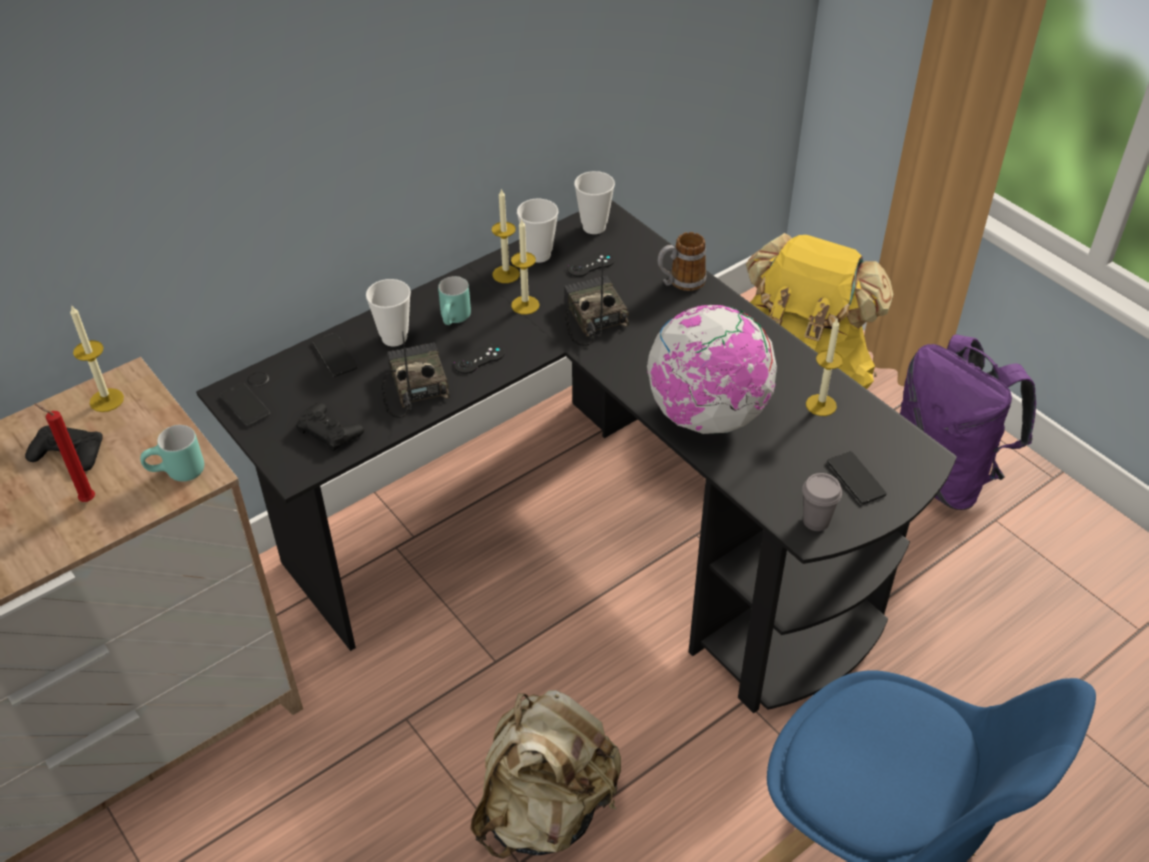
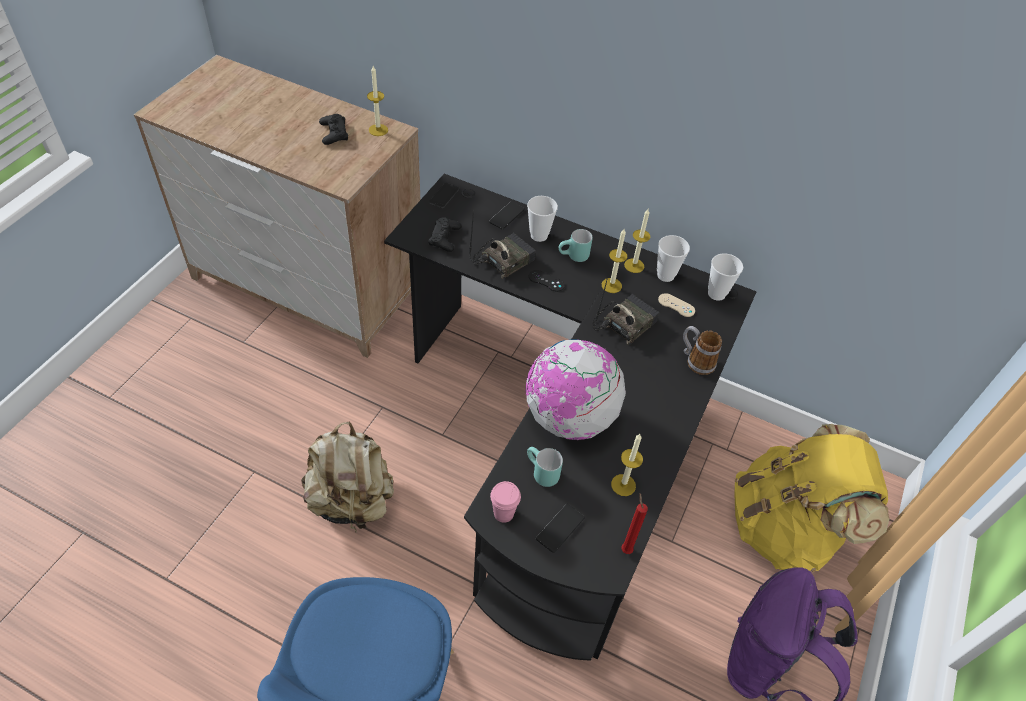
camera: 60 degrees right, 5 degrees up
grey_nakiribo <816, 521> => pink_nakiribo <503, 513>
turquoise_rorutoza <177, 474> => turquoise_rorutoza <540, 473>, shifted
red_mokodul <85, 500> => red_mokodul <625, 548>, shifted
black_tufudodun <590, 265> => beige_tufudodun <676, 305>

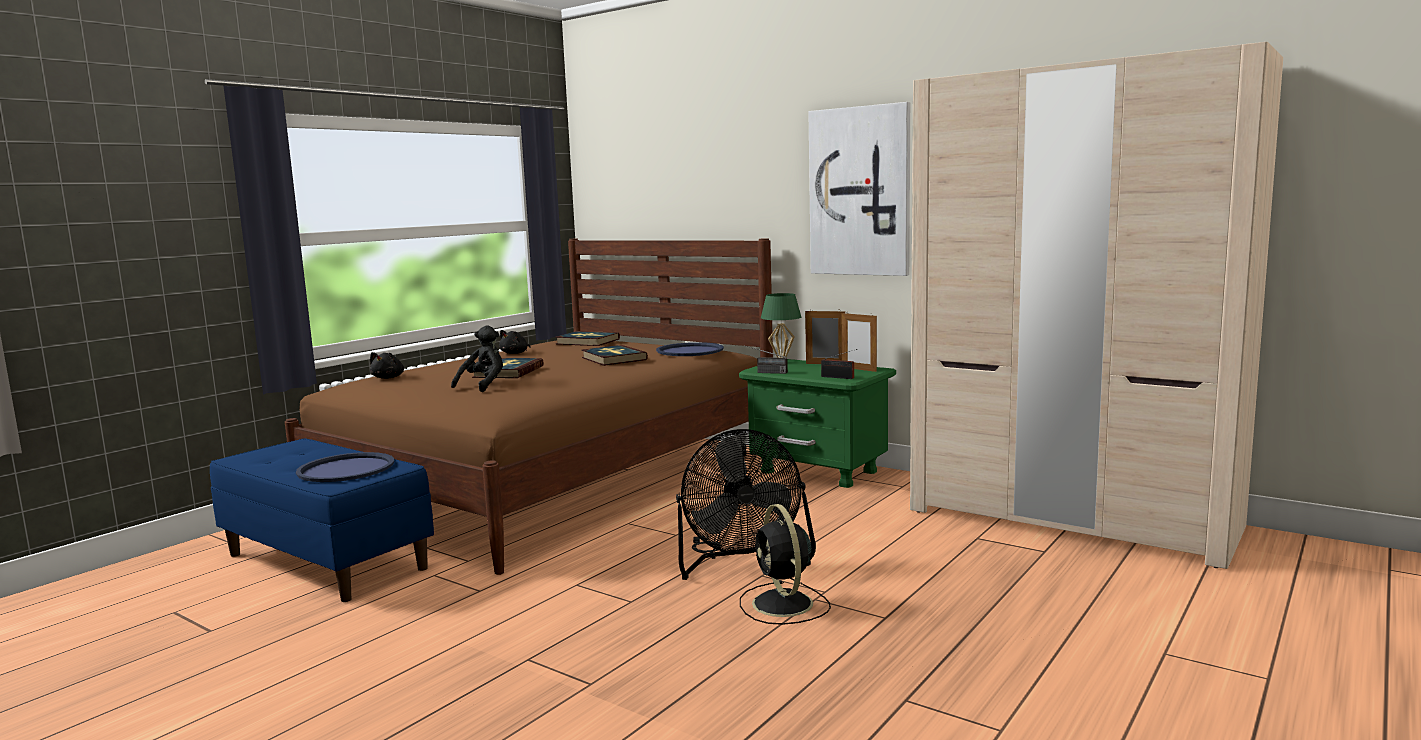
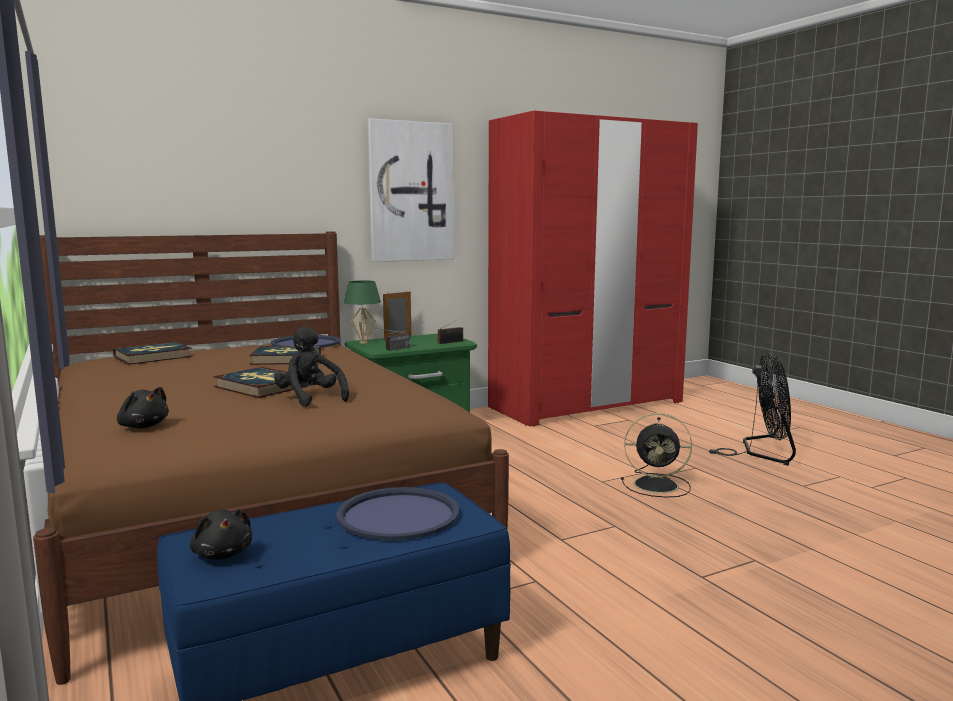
camera: 65 degrees left, 0 degrees up
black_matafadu <515, 353> => black_matafadu <222, 554>, shifted
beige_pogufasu <1070, 518> => red_pogufasu <586, 405>
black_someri <736, 562> => black_someri <760, 450>, shifted
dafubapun <859, 369> => nothing

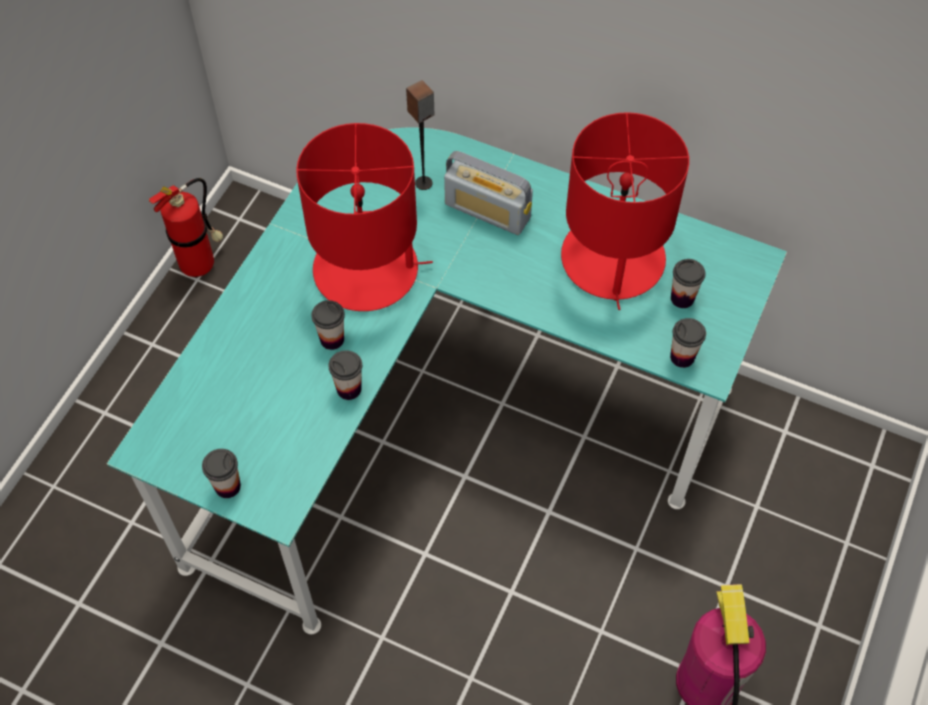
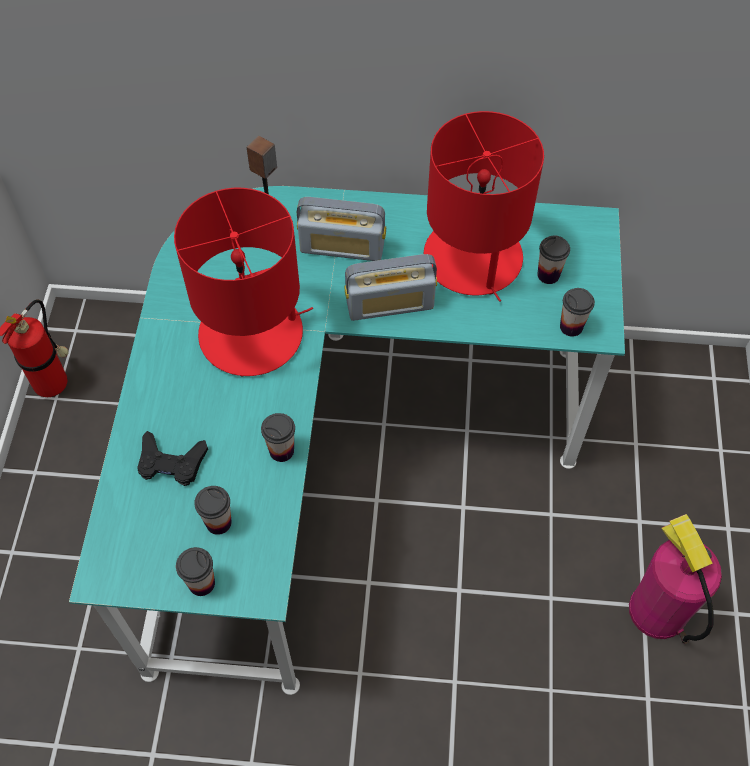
camera: 20 degrees left, 0 degrees up
nothing => black_tufudodun <171, 462>
nakiribo <332, 339> => nakiribo <218, 522>, shifted
nothing => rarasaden <390, 304>

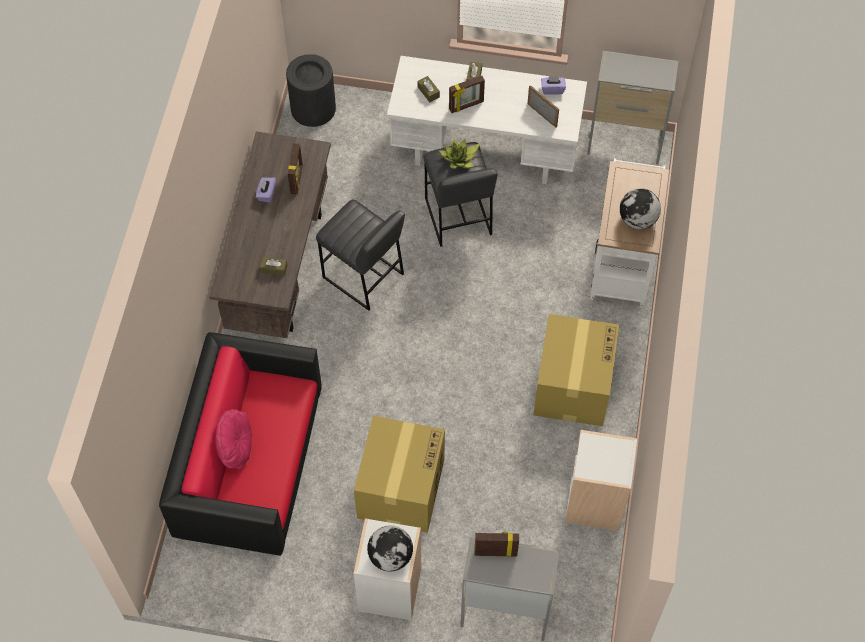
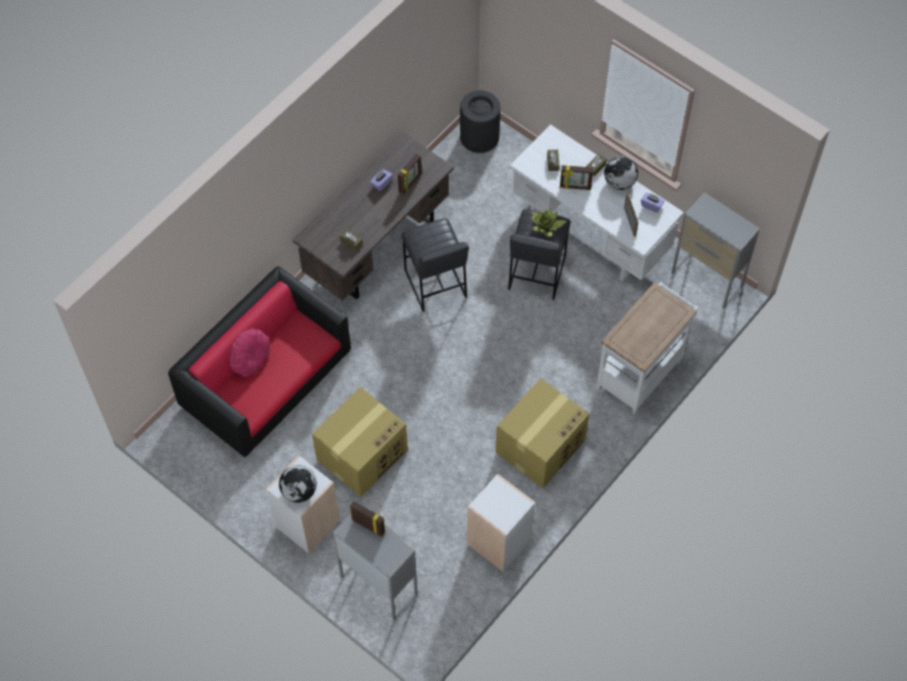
camera: 30 degrees right, 0 degrees up
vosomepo <637, 220> => vosomepo <619, 182>, shifted

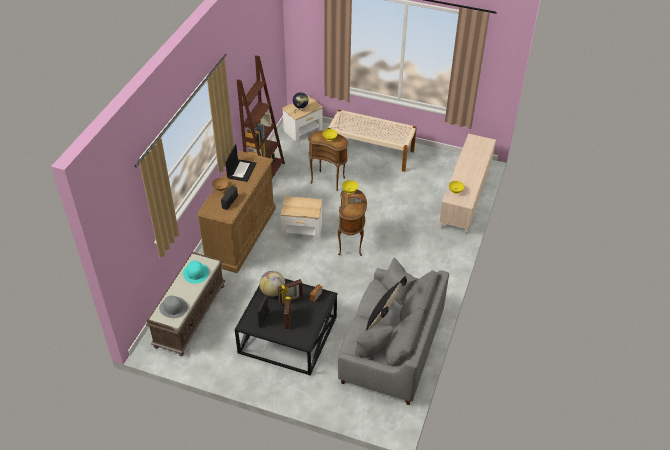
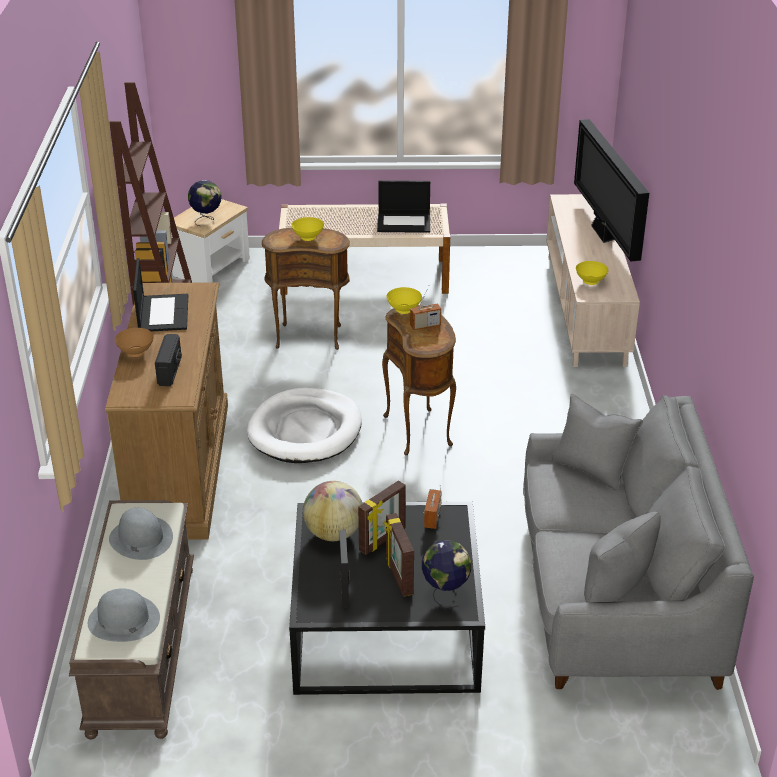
camera: 20 degrees left, 10 degrees down
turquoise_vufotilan <195, 273> => grey_vufotilan <140, 538>
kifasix <302, 230> => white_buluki <305, 430>
nothing => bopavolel <404, 223>
nothing => vosomepo <445, 593>
nothing => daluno <603, 235>
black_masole <384, 324> => nothing

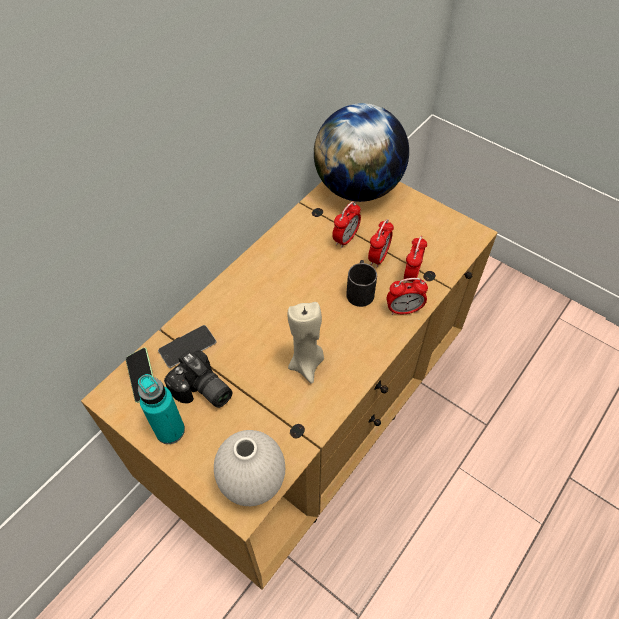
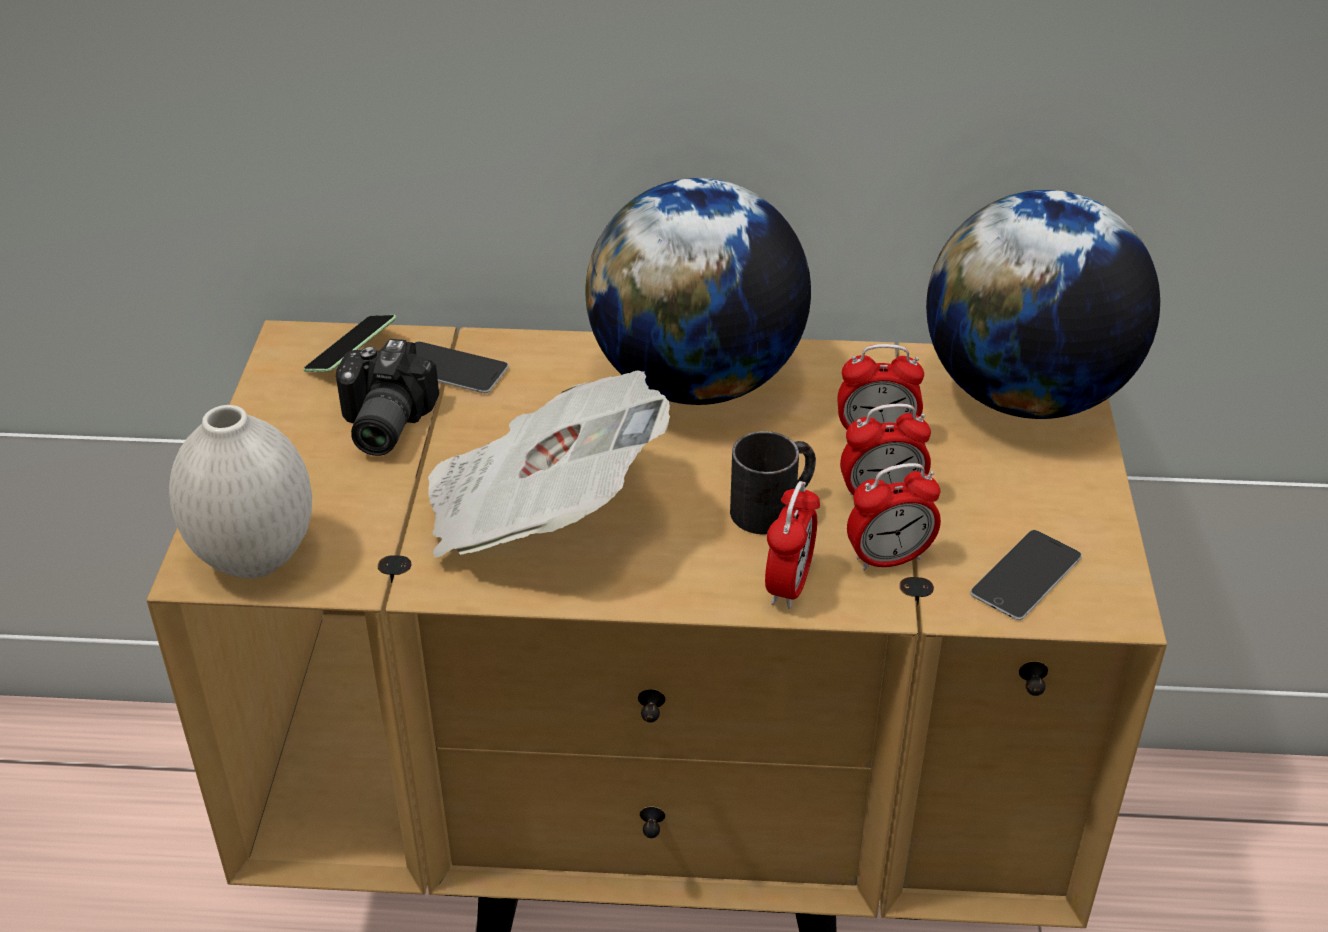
camera: 55 degrees right, 15 degrees down
beige_mokodul <306, 364> => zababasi <540, 514>
nothing => vosomepo <697, 381>
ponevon <404, 310> => ponevon <789, 585>, 120 degrees counterclockwise
nothing => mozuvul <1026, 575>
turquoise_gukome <170, 430> => nothing

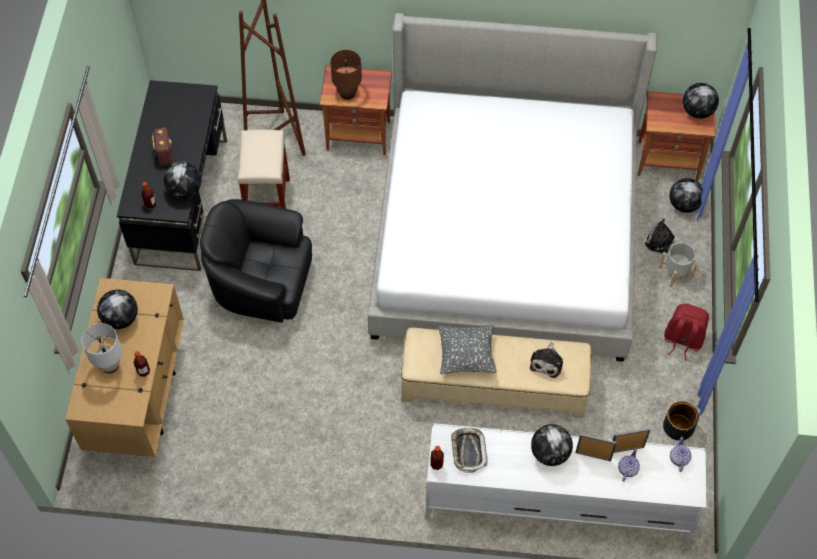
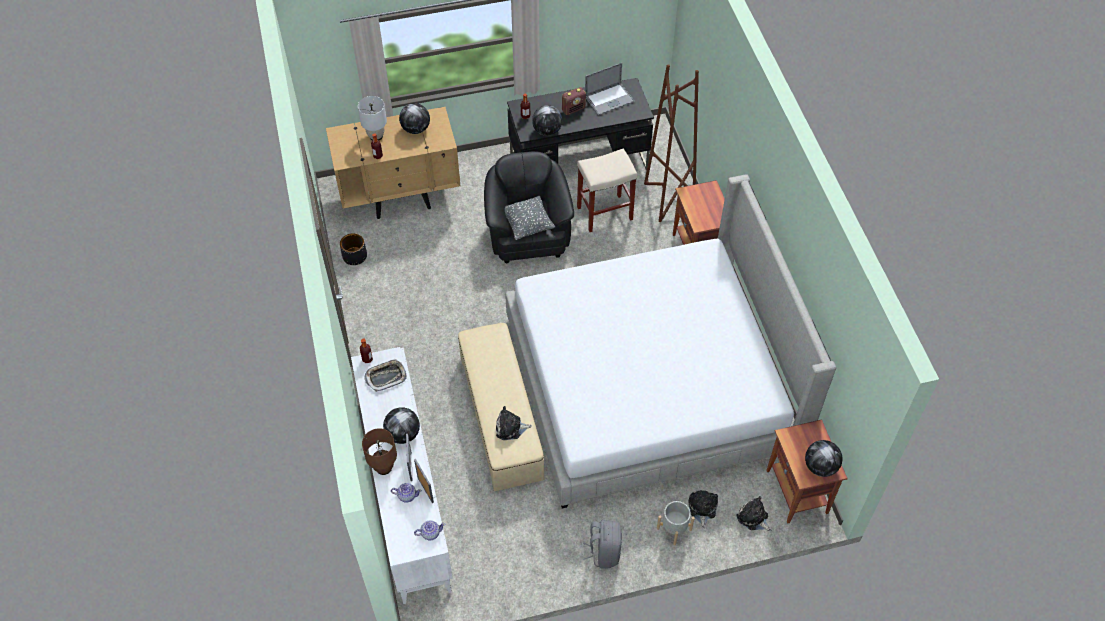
camera: 70 degrees right, 5 degrees down
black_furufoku <678, 427> => black_furufoku <354, 256>, shifted
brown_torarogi <347, 93> => brown_torarogi <383, 468>, shifted
grey_masole <466, 356> => grey_masole <527, 225>, shifted
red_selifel <682, 340> => grey_selifel <604, 552>
nothing => bopavolel <609, 99>
vosomepo <684, 205> => matafadu <753, 518>

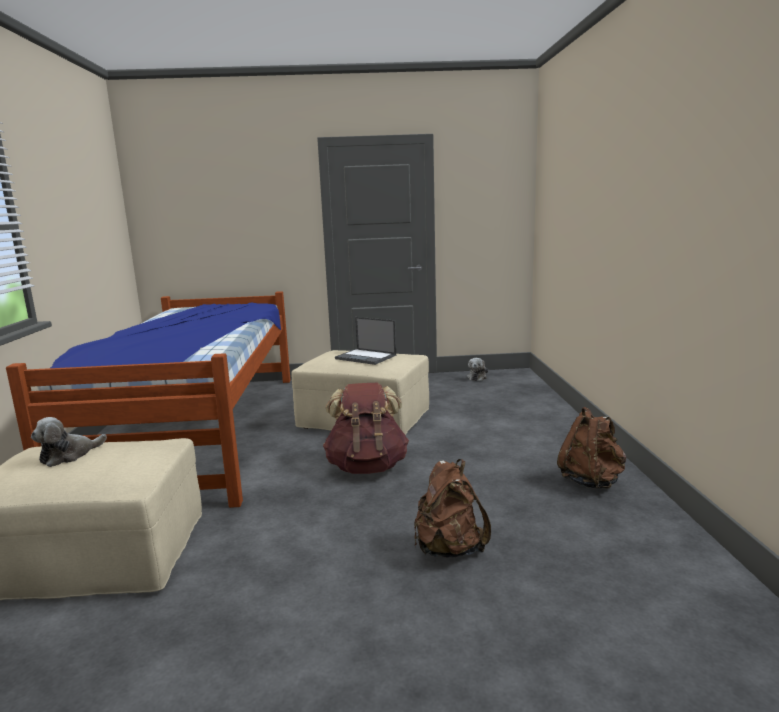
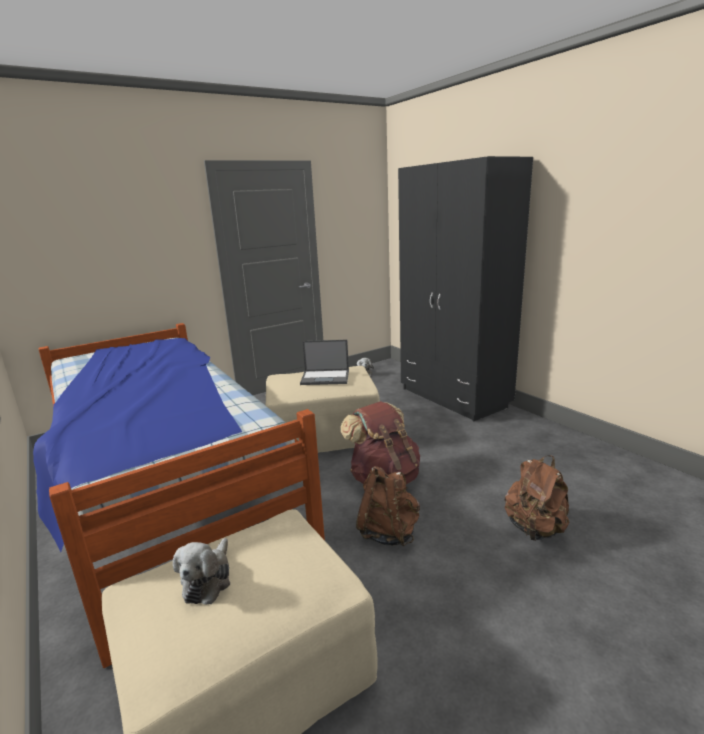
camera: 30 degrees left, 5 degrees up
brown_selifel <591, 481> => brown_selifel <388, 532>, shifted
nothing => black_pogufasu <454, 398>

